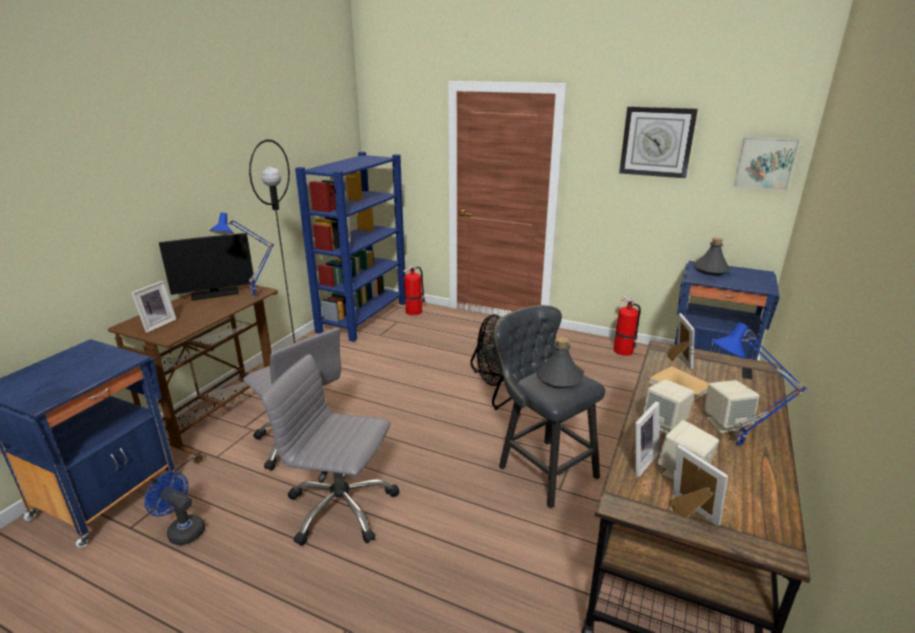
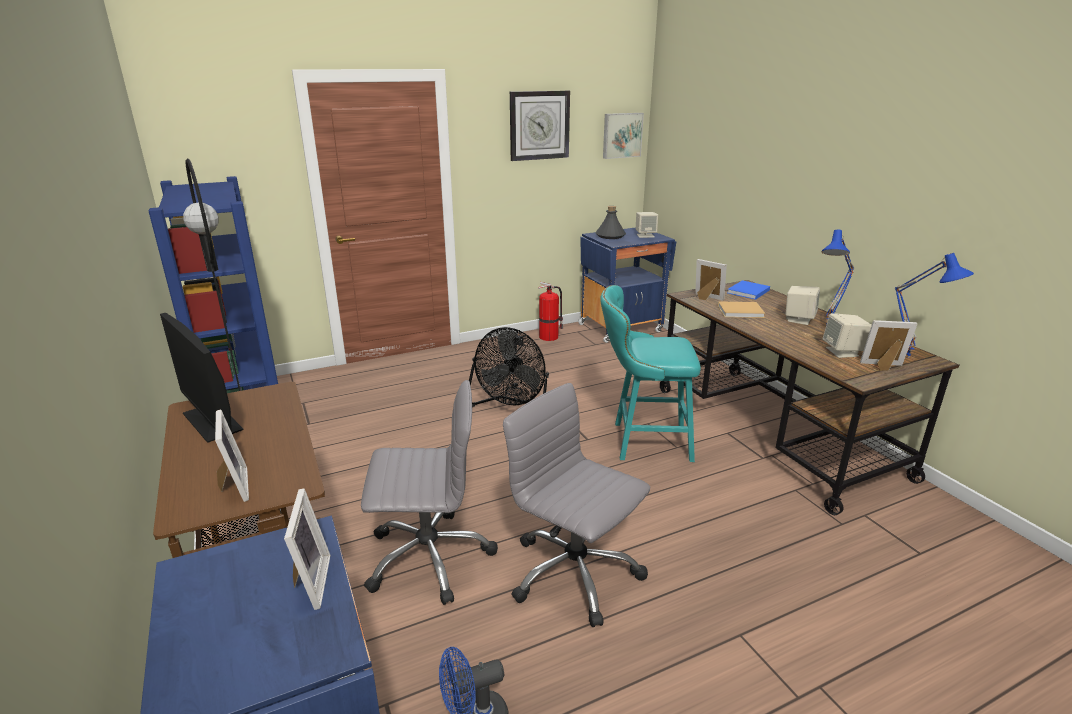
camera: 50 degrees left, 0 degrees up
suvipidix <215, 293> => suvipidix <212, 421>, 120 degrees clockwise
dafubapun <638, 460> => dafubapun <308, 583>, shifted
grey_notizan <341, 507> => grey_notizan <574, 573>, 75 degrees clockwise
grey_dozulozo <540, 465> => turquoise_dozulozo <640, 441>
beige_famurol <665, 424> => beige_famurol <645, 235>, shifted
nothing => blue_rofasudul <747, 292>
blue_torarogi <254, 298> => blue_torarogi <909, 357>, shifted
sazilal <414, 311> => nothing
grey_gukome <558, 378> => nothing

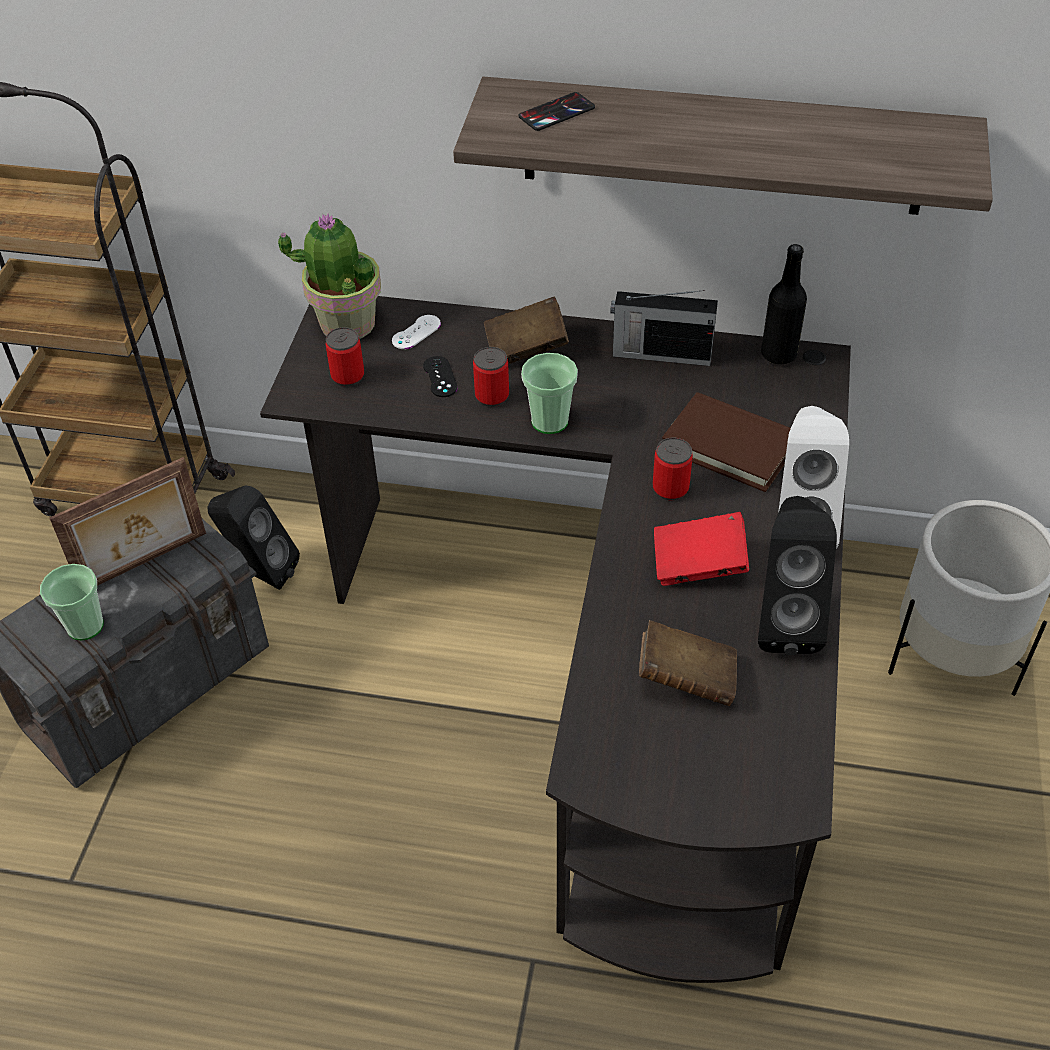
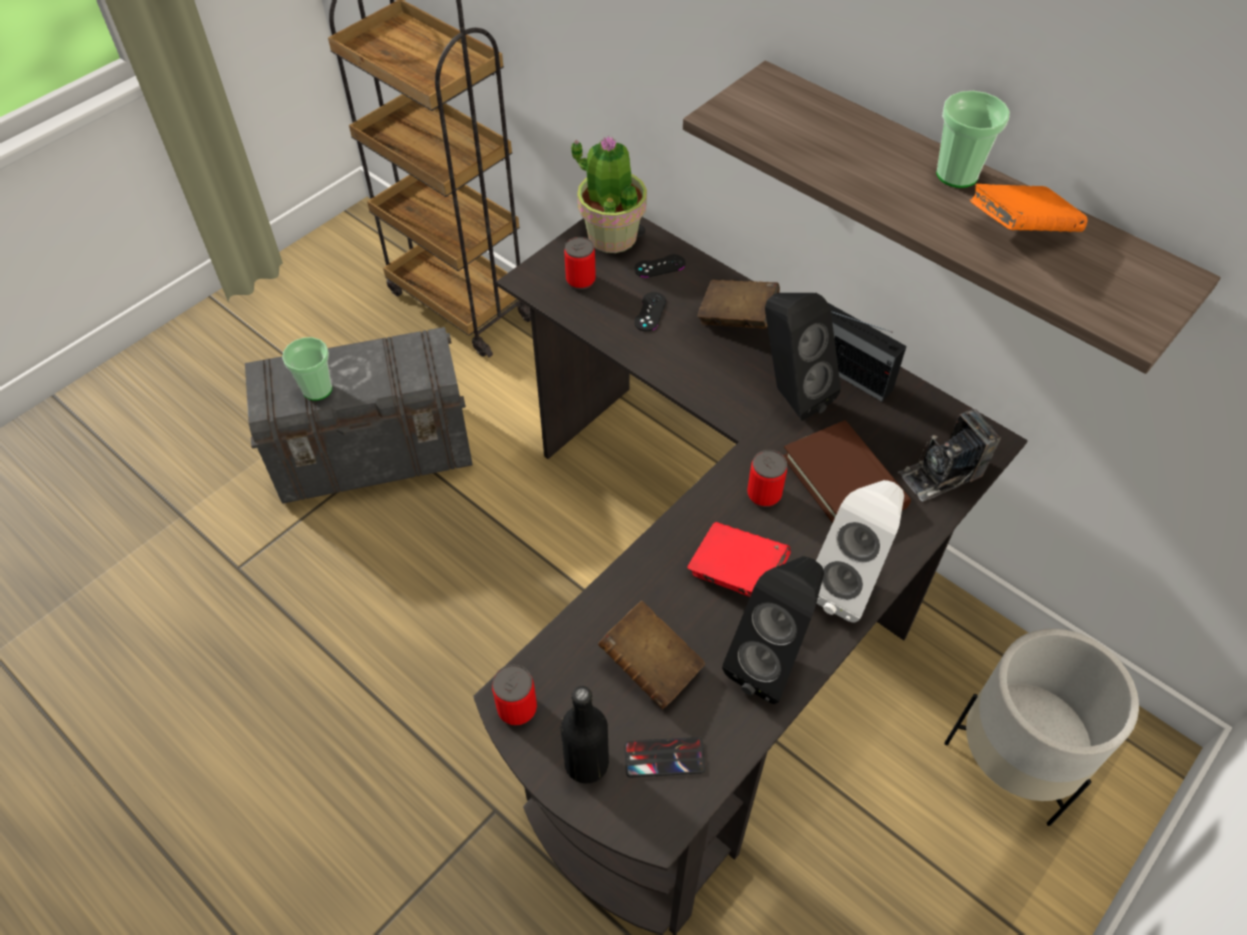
camera: 30 degrees right, 5 degrees up
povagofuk <492, 396> => povagofuk <517, 708>, shifted
black_gukome <778, 354> => black_gukome <586, 763>, shifted
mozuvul <556, 112> => mozuvul <664, 757>, shifted
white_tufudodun <416, 332> => black_tufudodun <659, 266>
black_famurol <260, 572> => black_famurol <789, 394>, shifted
nothing => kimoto <941, 474>
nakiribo <549, 421> => nakiribo <957, 174>, shifted
nothing => orange_rofasudul <1020, 230>
dafubapun <145, 563> => nothing

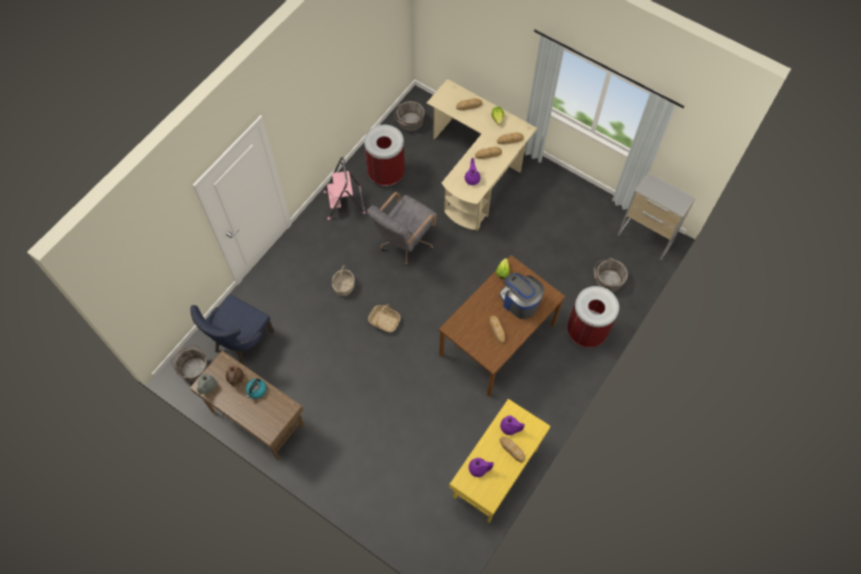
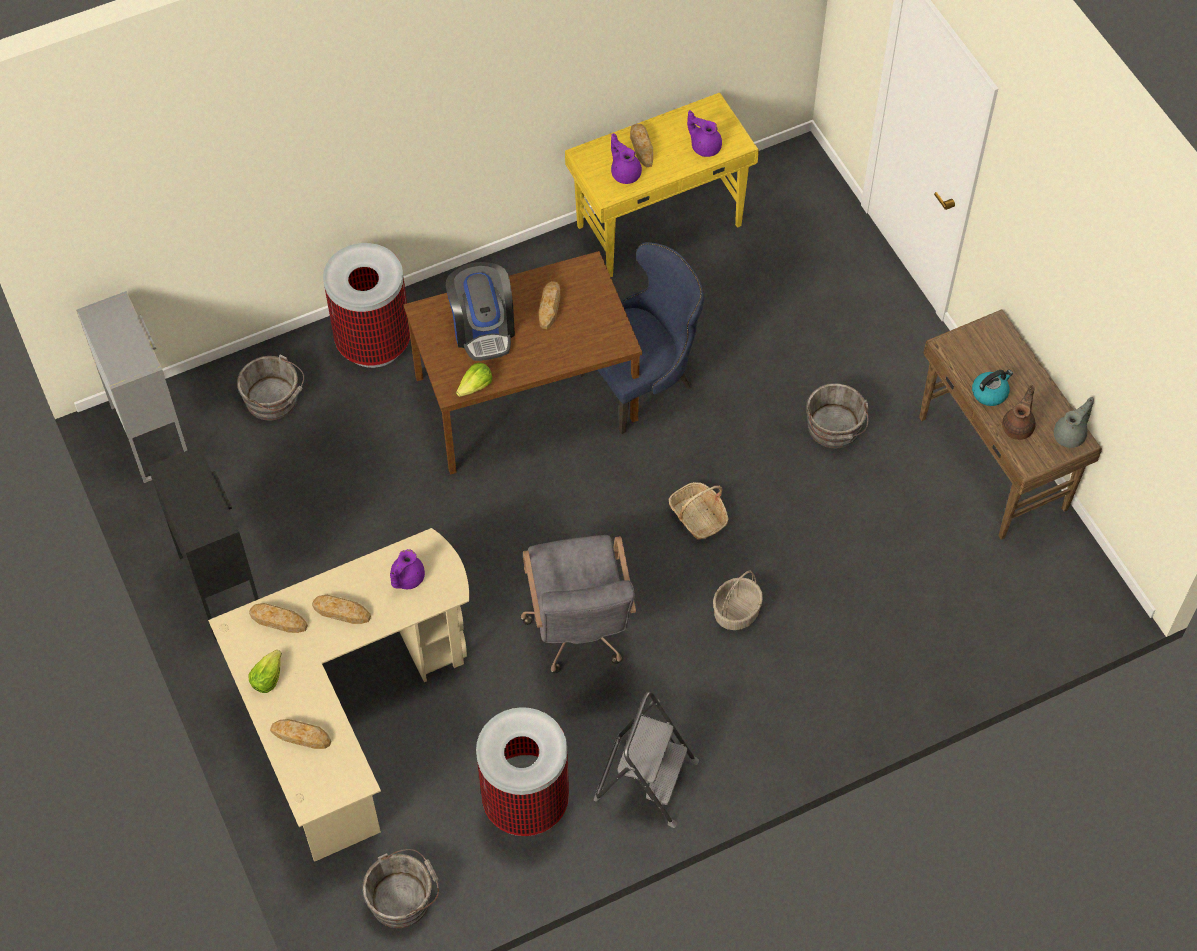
camera: 150 degrees left, 5 degrees down
nothing => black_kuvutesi <222, 585>
grey_notizan <405, 245> => grey_notizan <579, 634>, 105 degrees clockwise
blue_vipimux <241, 341> => blue_vipimux <641, 383>, shifted
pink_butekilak <346, 202> => grey_butekilak <642, 778>
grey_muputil <193, 368> => grey_muputil <834, 429>, shifted

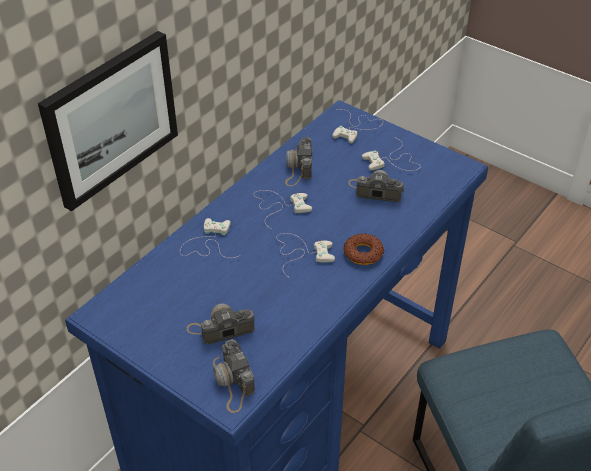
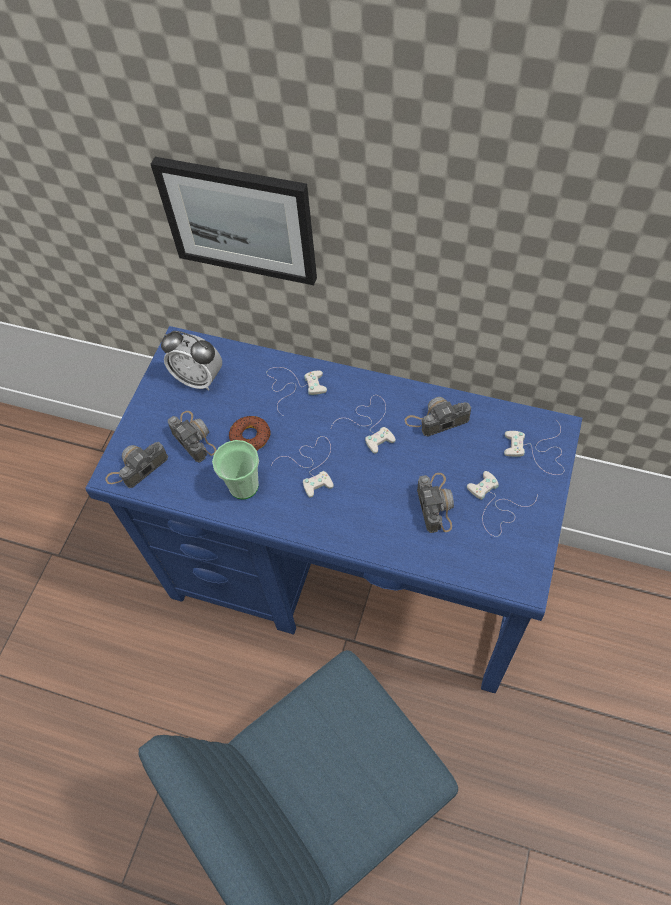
camera: 75 degrees right, 15 degrees up
nothing => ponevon <199, 379>
nothing => nakiribo <243, 486>
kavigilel <363, 253> => kavigilel <250, 437>, shifted

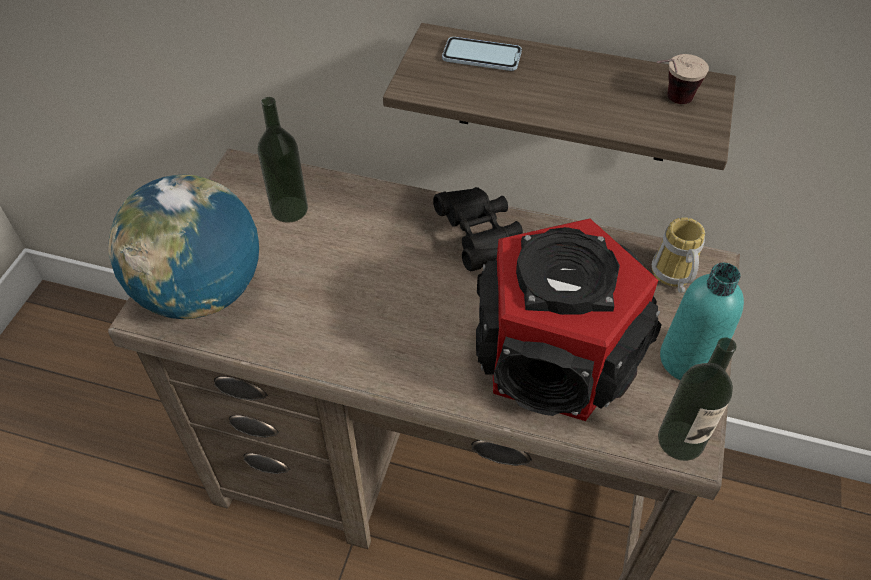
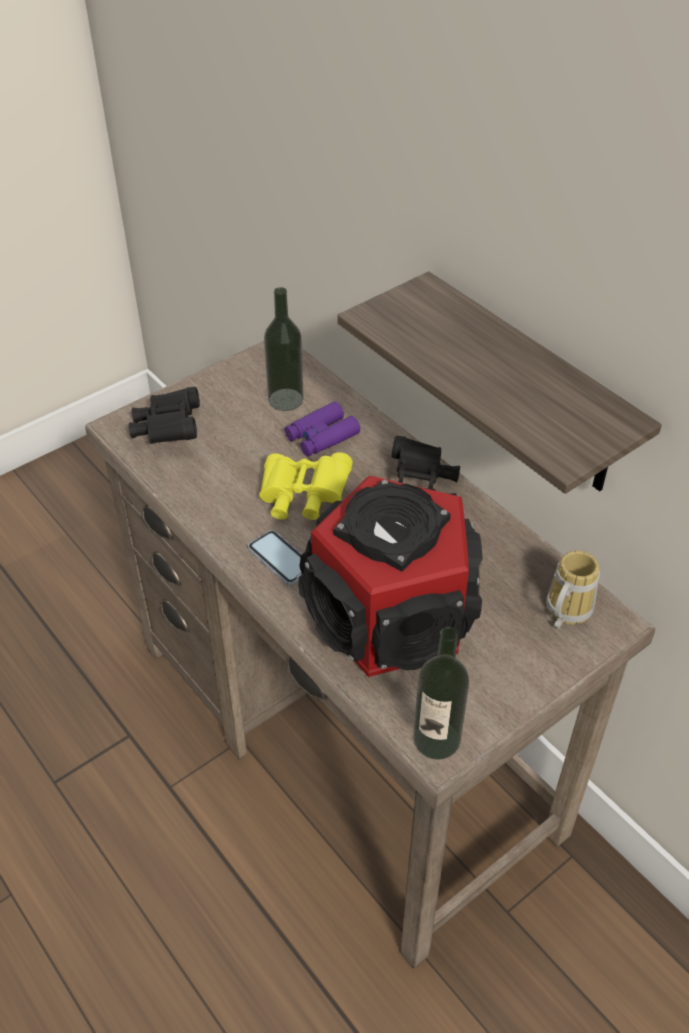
camera: 35 degrees right, 5 degrees down
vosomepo <202, 292> => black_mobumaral <168, 430>
mozuvul <481, 56> => mozuvul <281, 559>, shifted
nothing => yellow_mobumaral <302, 498>
nothing => purple_mobumaral <321, 436>
nakiribo <668, 102> => nothing
turquoise_gukome <688, 359> => nothing

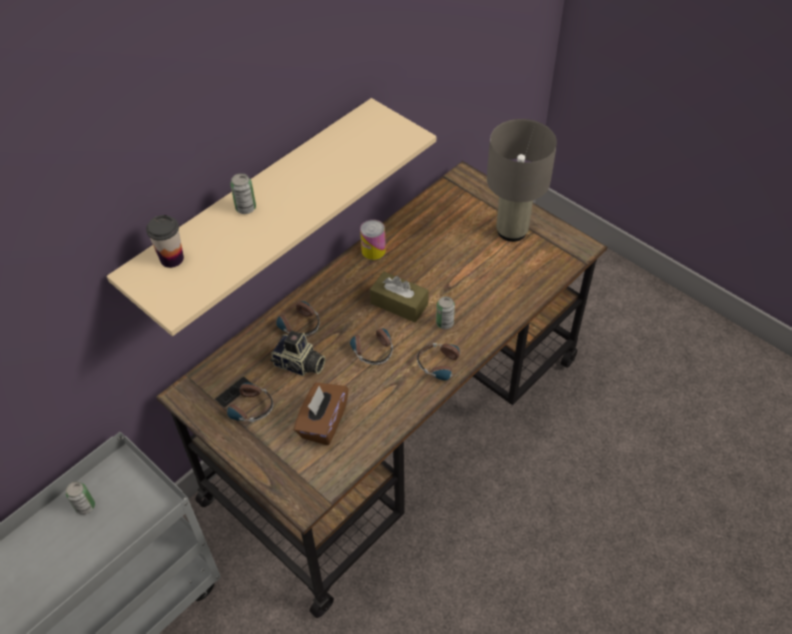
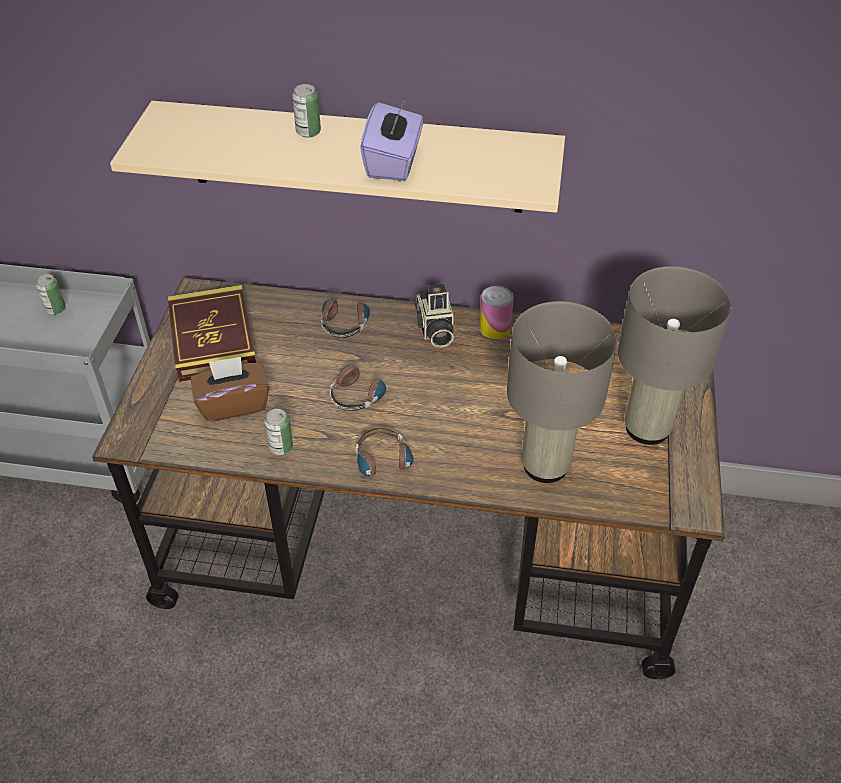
camera: 55 degrees right, 5 degrees down
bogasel <244, 406> => rofasudul <212, 338>
povagofuk <444, 323> => povagofuk <281, 447>, shifted
nothing => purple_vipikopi <393, 162>
kimoto <299, 365> => kimoto <434, 330>, shifted
nothing => grey_torarogi <546, 466>
nakiribo <172, 259> => nothing
brown_vipikopi <399, 304> => nothing

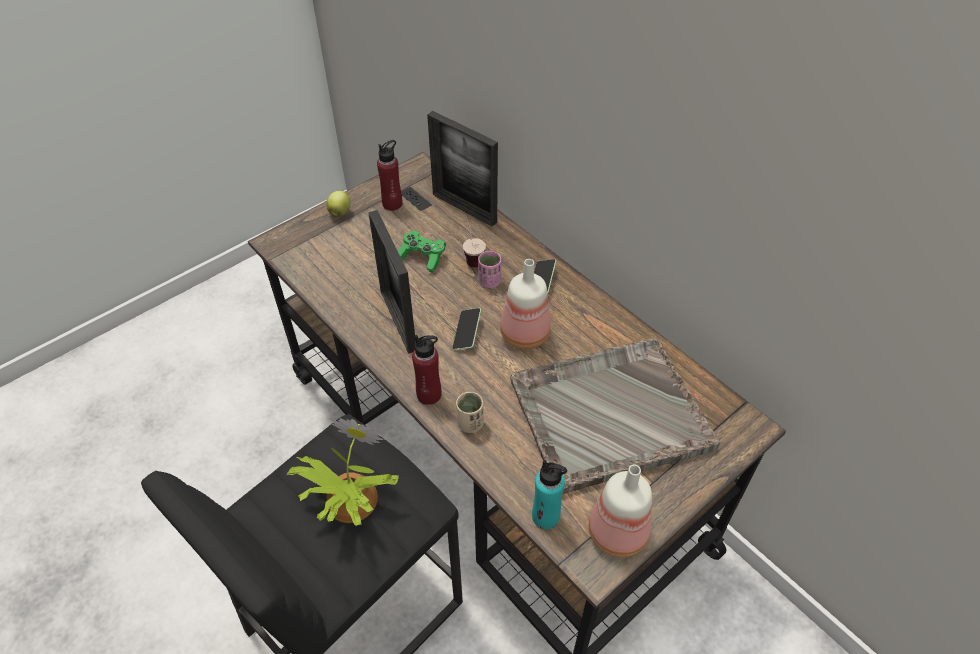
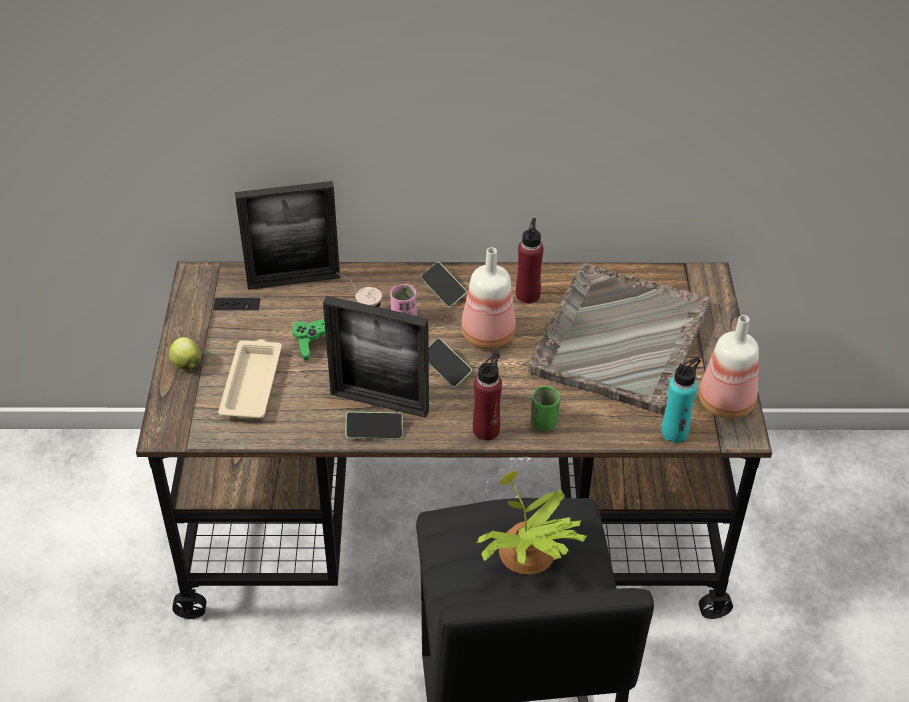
camera: 50 degrees left, 5 degrees down
nothing => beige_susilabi <252, 383>
nothing => mozuvul <374, 431>
red_gukome <392, 204> => red_gukome <528, 295>, shifted
beige_nakiribo <470, 423> => green_nakiribo <543, 423>

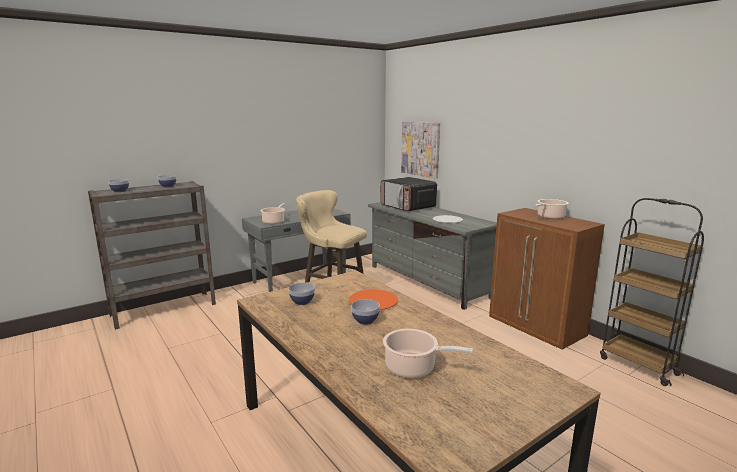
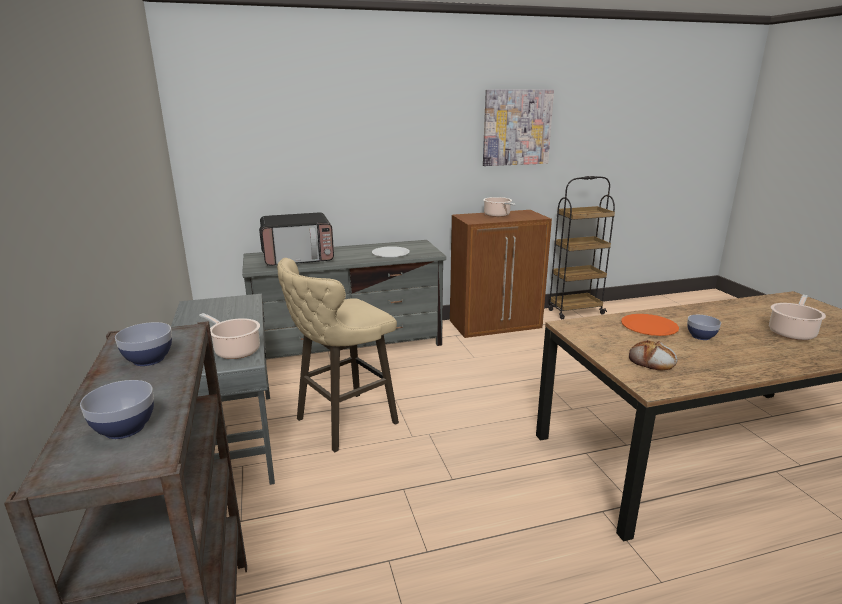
camera: 70 degrees left, 5 degrees up
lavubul <420, 149> => lavubul <517, 127>, shifted
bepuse <302, 301> => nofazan <652, 360>

